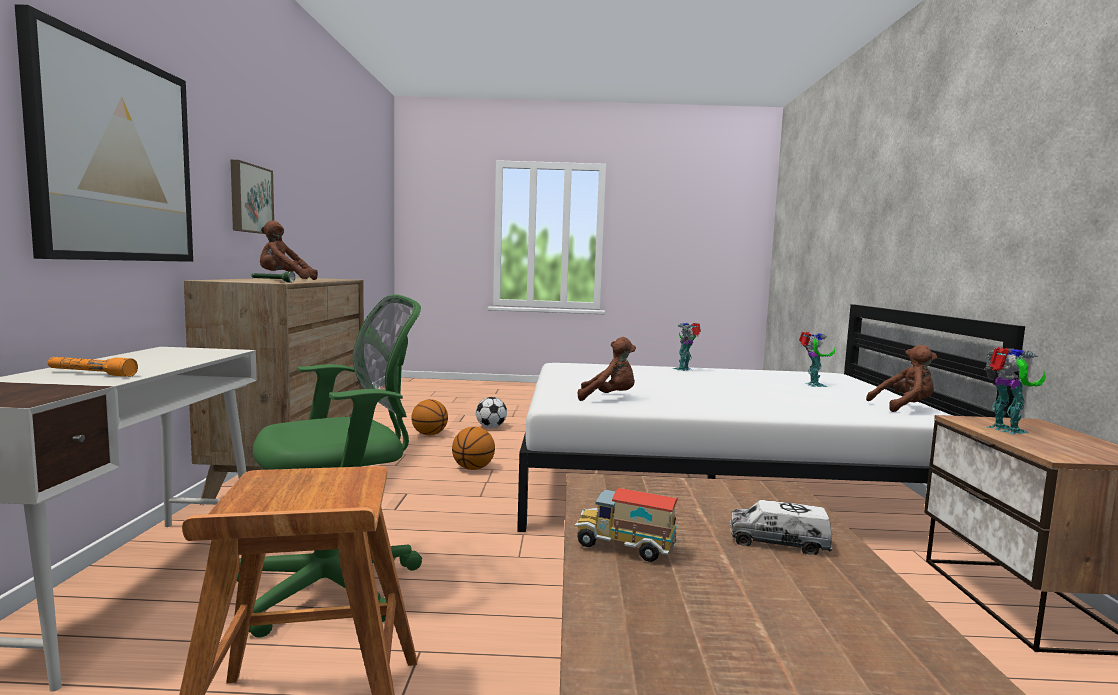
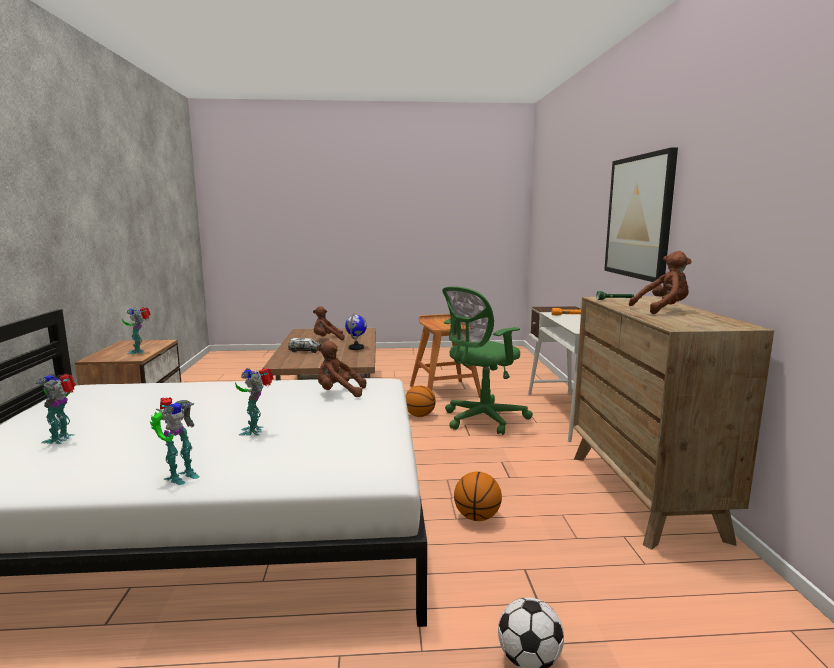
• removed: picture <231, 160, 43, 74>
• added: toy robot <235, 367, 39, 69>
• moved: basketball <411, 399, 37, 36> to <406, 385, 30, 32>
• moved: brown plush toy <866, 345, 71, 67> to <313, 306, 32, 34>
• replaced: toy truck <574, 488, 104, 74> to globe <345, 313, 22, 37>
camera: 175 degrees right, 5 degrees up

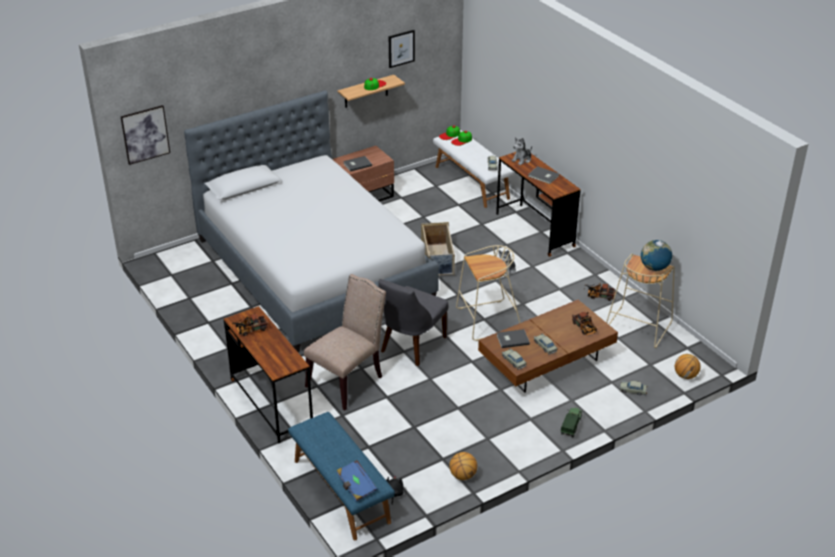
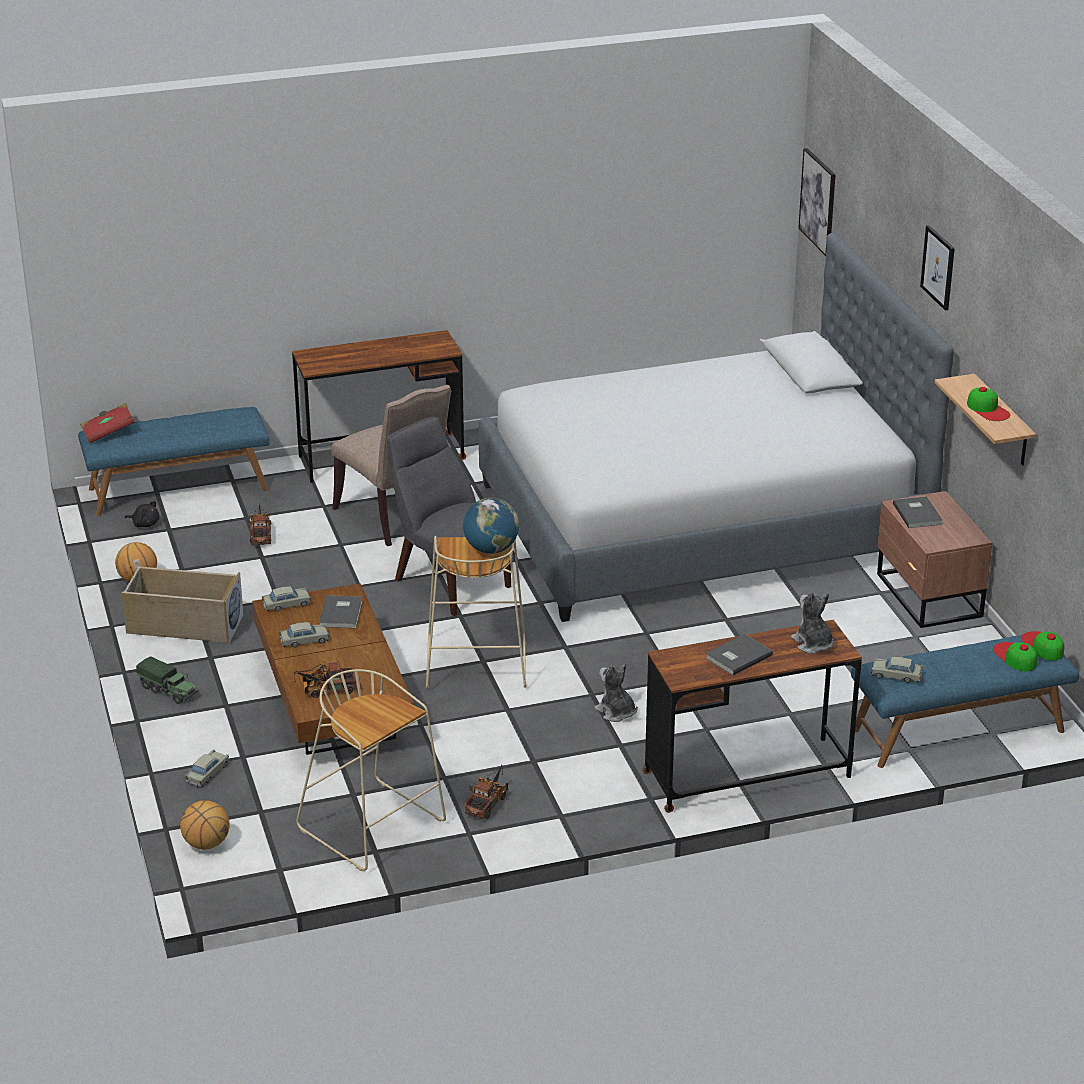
• moved: toy truck <232, 314, 36, 22> to <248, 504, 24, 42>
• moved: picture <389, 30, 26, 38> to <920, 225, 35, 86>
• moved: beige storage box <421, 222, 34, 54> to <122, 566, 121, 79>
• moved: globe <641, 240, 31, 31> to <463, 498, 56, 56>
• recoloured: blue book <336, 460, 41, 42> to red book <80, 403, 55, 40>
• recoloured: white bench <433, 130, 81, 78> to blue bench <851, 635, 228, 133>
camera: 105 degrees right, 5 degrees down

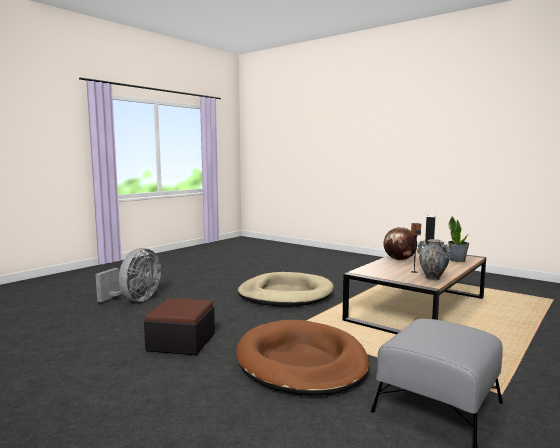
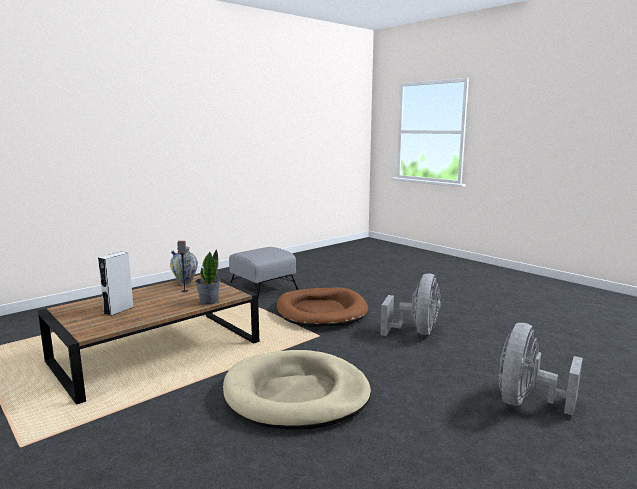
• removed: globe <383, 227, 34, 33>
• moved: potted plant <448, 216, 22, 46> to <195, 249, 26, 56>
• replaced: ottoman <144, 298, 71, 57> to grey fan <381, 273, 60, 63>
camera: 170 degrees left, 5 degrees up

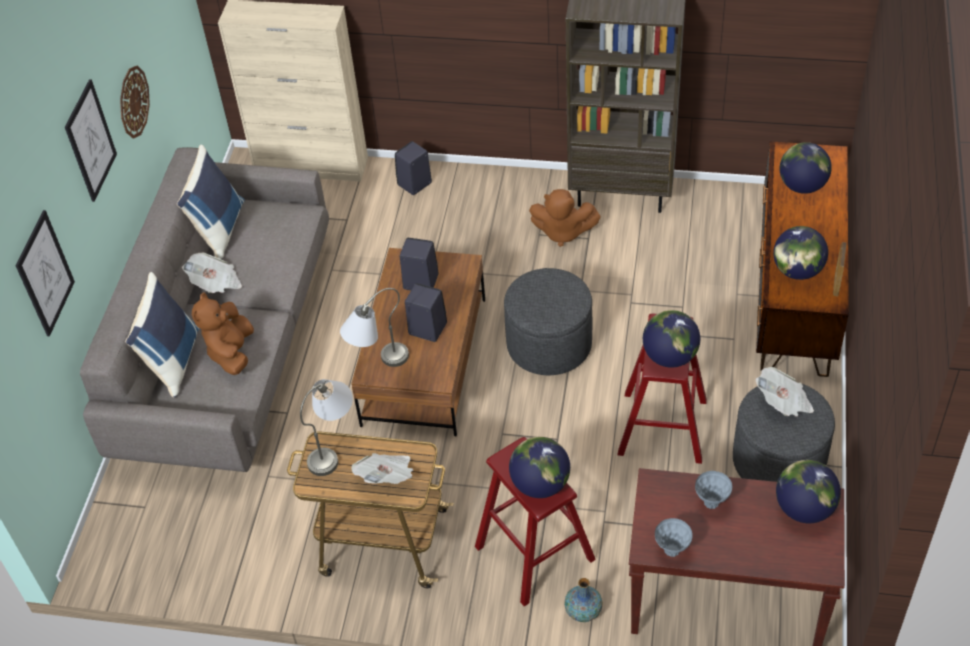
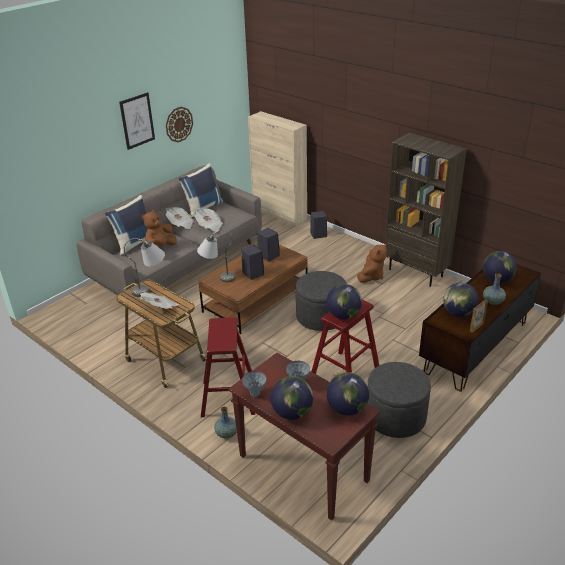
• removed: picture <15, 210, 60, 126>
• added: vase <483, 273, 23, 32>
• moved: globe <509, 437, 61, 61> to <270, 376, 43, 44>
• moved: newspaper <755, 367, 59, 49> to <194, 208, 29, 24>
• turned: brown plush toy <529, 189, 72, 58> = <357, 243, 30, 40> 105 degrees counterclockwise
camera: 30 degrees right, 15 degrees down

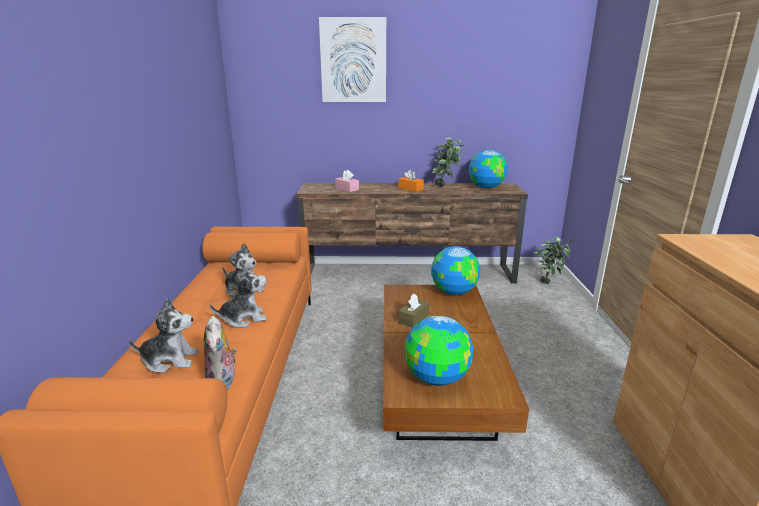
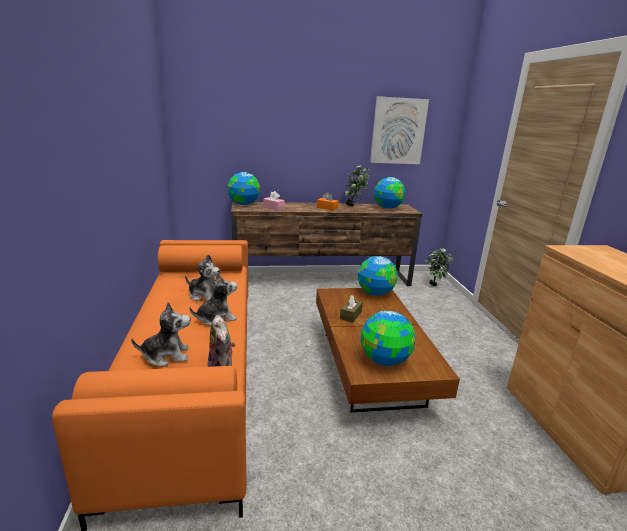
• added: globe <227, 172, 33, 33>
• moved: picture <319, 17, 67, 85> to <370, 96, 59, 68>
camera: 10 degrees left, 0 degrees up

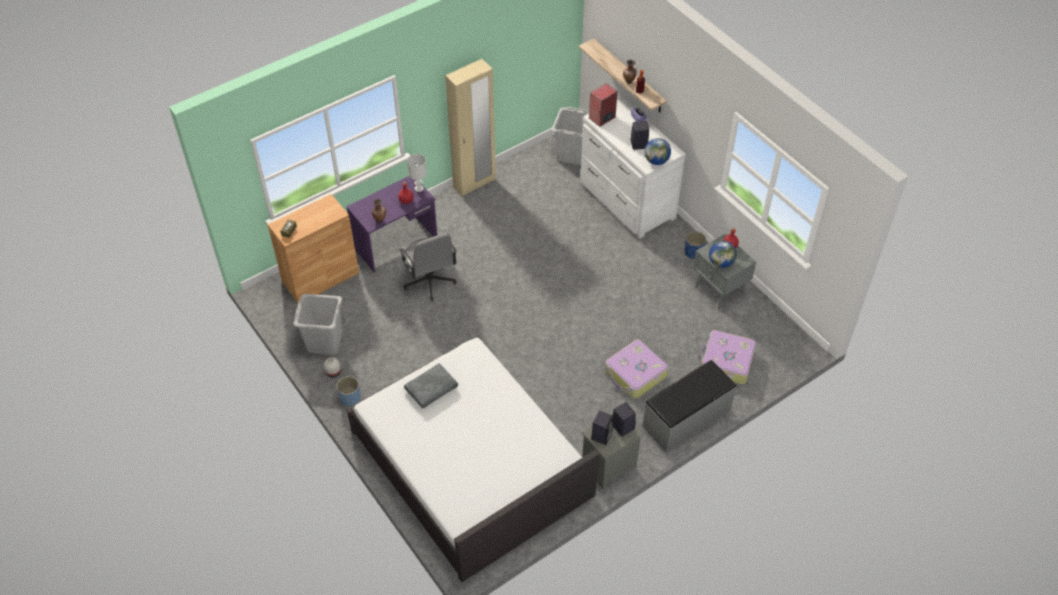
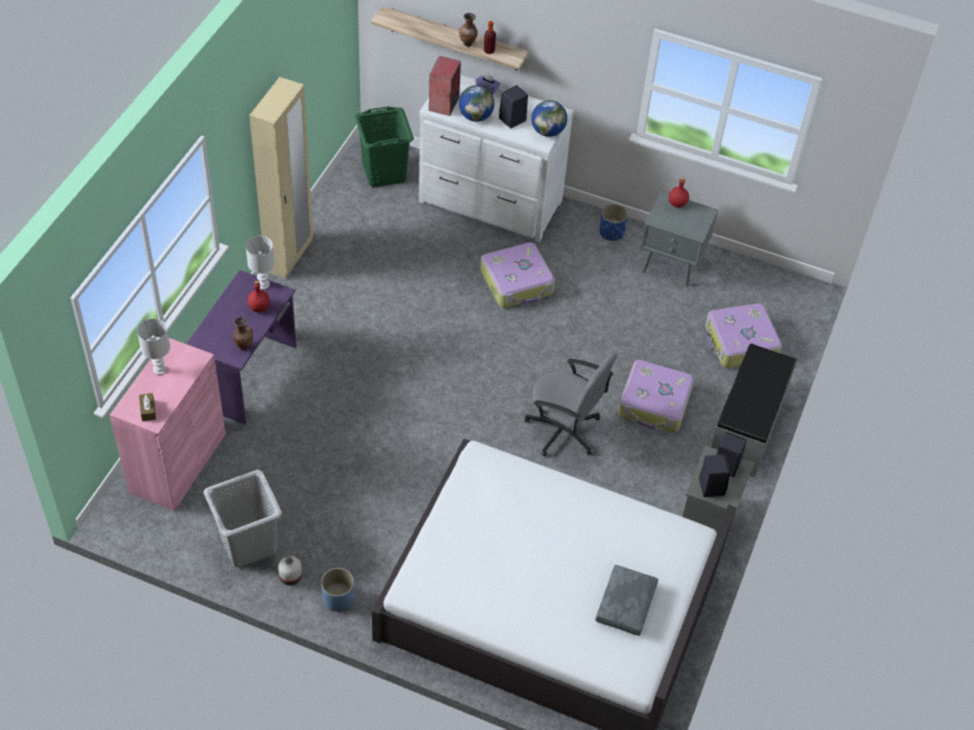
• added: white table lamp <137, 318, 33, 57>
• added: suitcase <480, 242, 75, 66>
• moved: grey office chair <399, 233, 58, 68> to <524, 352, 93, 104>
• moved: grey pillow <404, 363, 54, 46> to <595, 565, 63, 71>
• moved: globe <709, 240, 28, 28> to <459, 85, 35, 37>
• recoloured: brown cabinet <267, 194, 92, 109> to pink cabinet <110, 338, 116, 173>
• recoloured: grey laundry basket <552, 107, 37, 58> to green laundry basket <355, 106, 59, 81>
camera: 35 degrees left, 0 degrees up

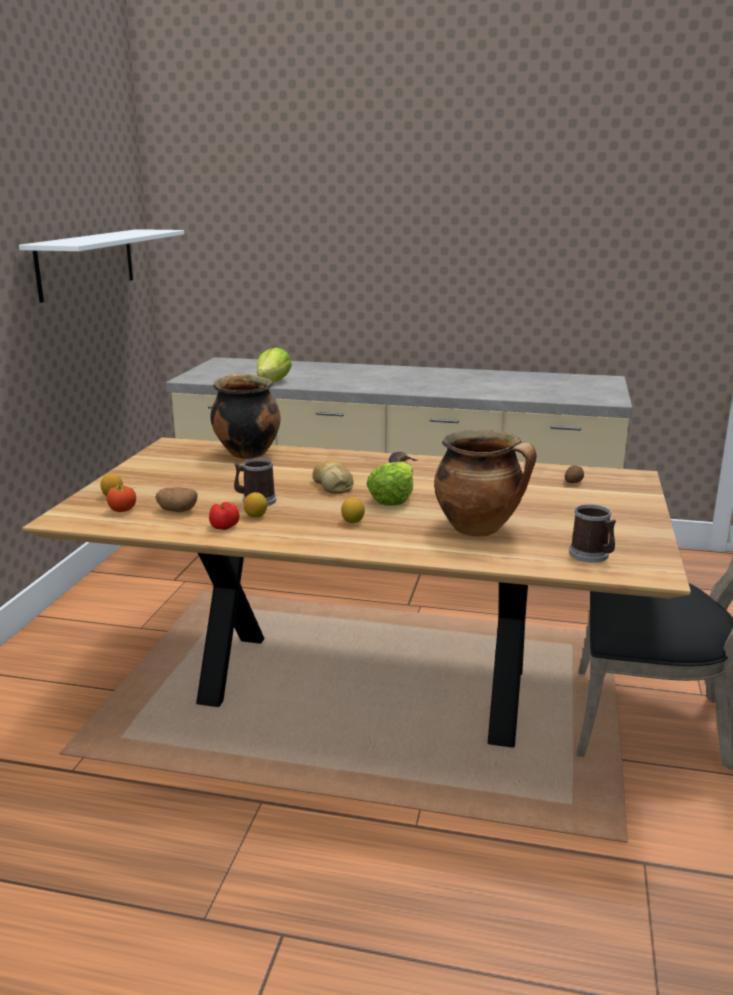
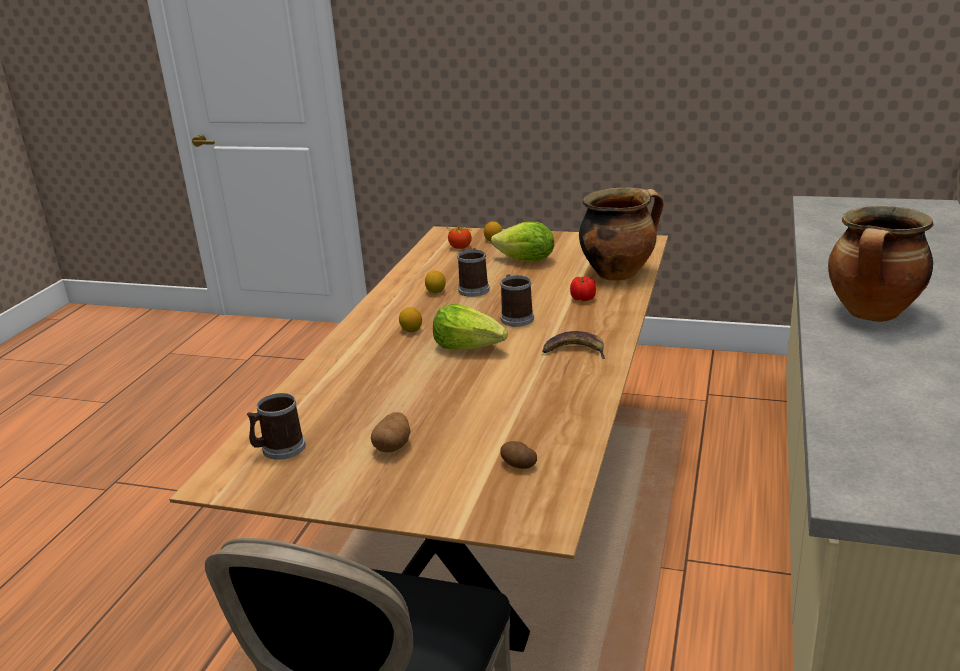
• removed: white shelf <19, 229, 165, 74>
• moved: potato <155, 487, 43, 25> to <371, 412, 40, 40>
• moved: tomato <209, 502, 31, 28> to <570, 276, 26, 25>
• moved: lettuce <257, 347, 35, 35> to <491, 222, 63, 39>
• moved: cooking pot <434, 430, 103, 106> to <828, 206, 105, 116>
• replaced: bread <313, 460, 41, 34> to mug <500, 274, 34, 53>
camera: 95 degrees right, 5 degrees up

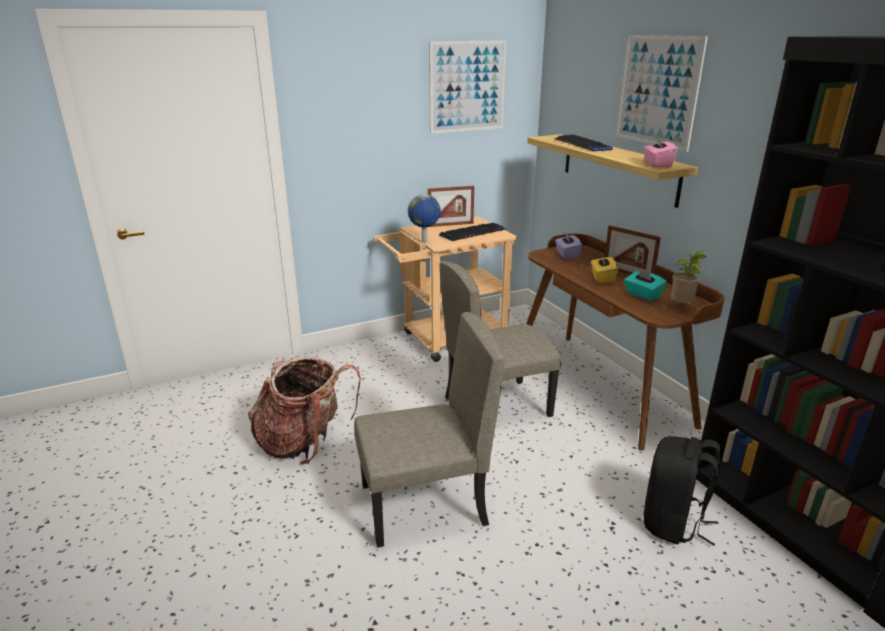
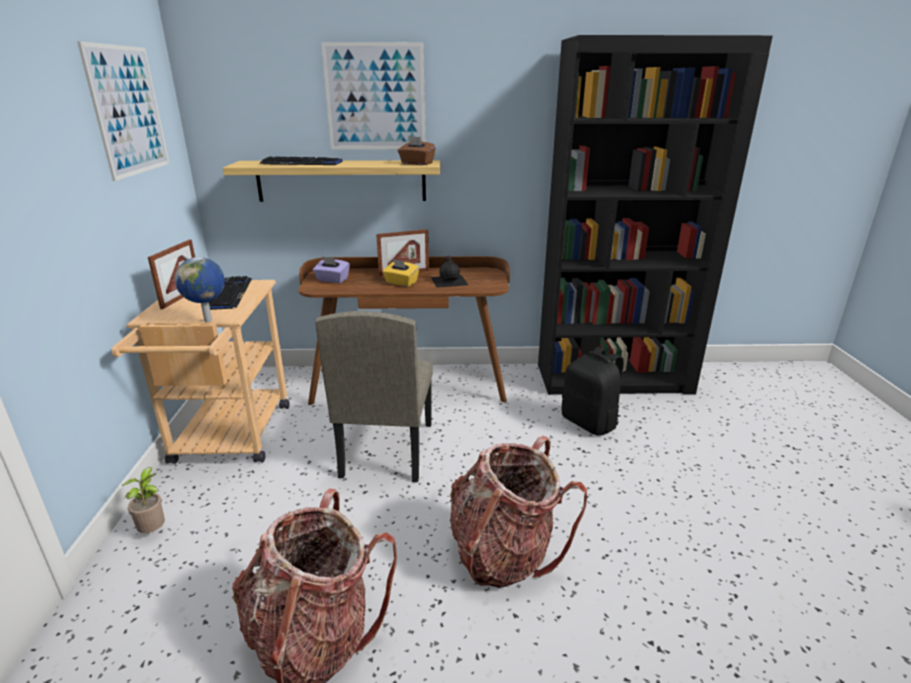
• moved: potted plant <671, 251, 36, 54> to <121, 467, 44, 66>
• replaced: beige chair <354, 312, 150, 236> to backpack <450, 436, 137, 152>
• replaced: turquoise tissue box <624, 268, 43, 33> to black bottle <431, 256, 37, 32>
• recoloured: pink tissue box <644, 135, 33, 32> to brown tissue box <398, 136, 38, 29>
camera: 65 degrees left, 0 degrees up

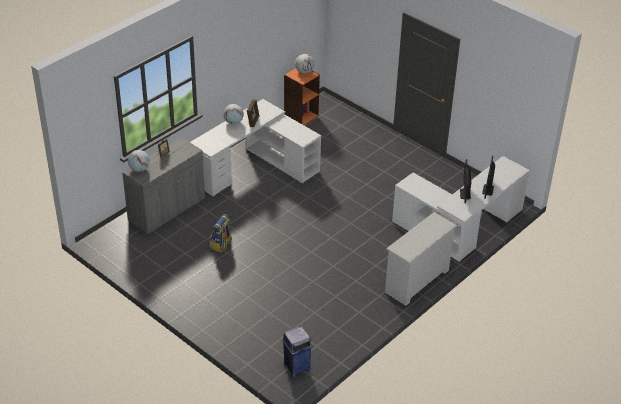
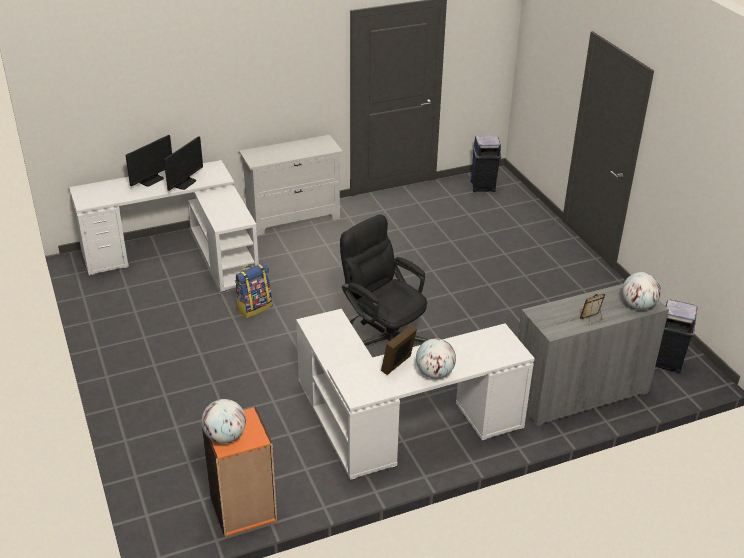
• added: black office chair <340, 214, 88, 131>
• added: blue trash can <655, 300, 42, 73>
• moved: backpack <211, 214, 21, 38> to <235, 263, 37, 55>
camera: 155 degrees left, 5 degrees down

